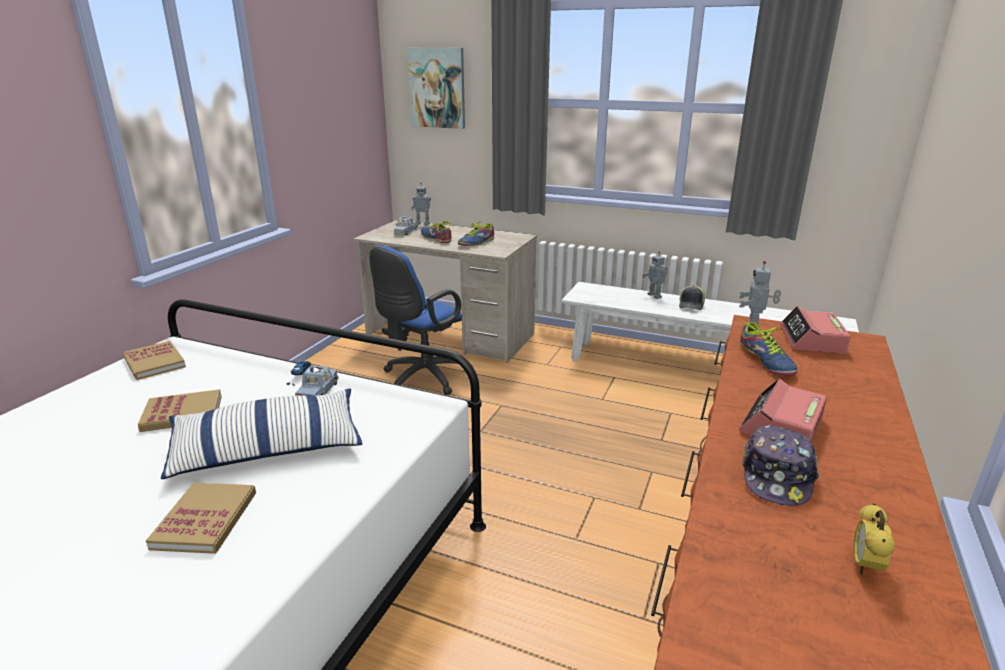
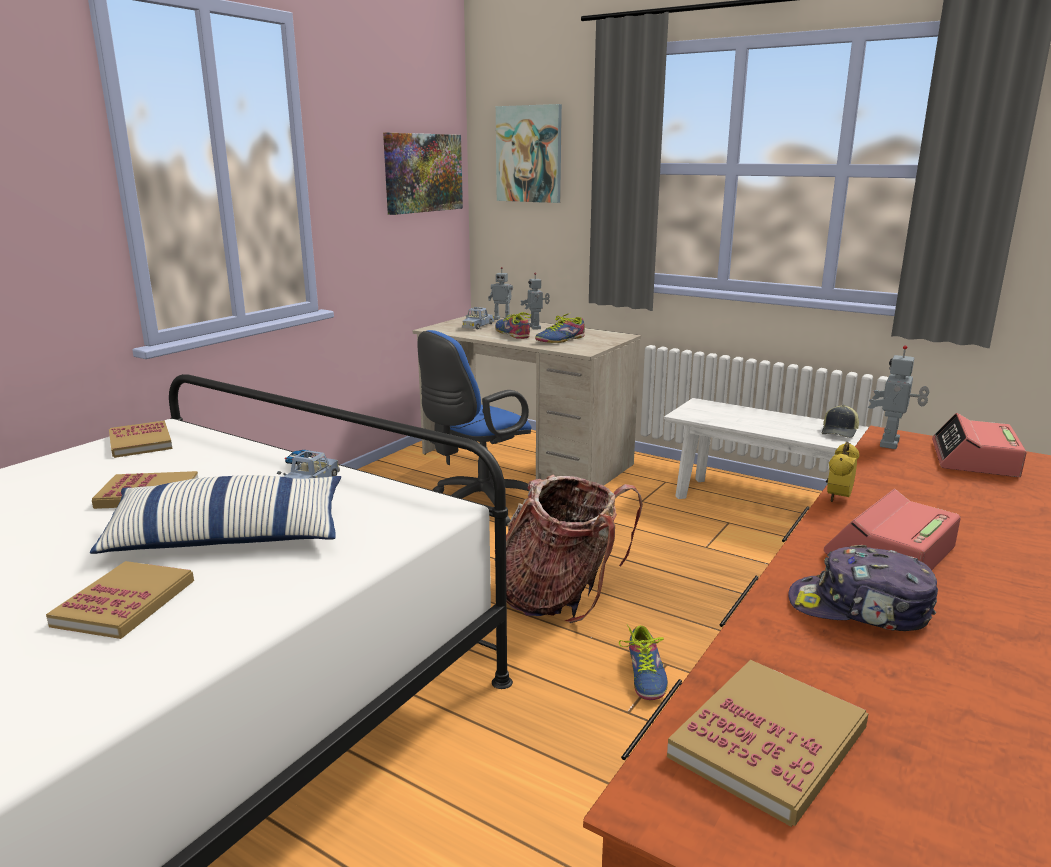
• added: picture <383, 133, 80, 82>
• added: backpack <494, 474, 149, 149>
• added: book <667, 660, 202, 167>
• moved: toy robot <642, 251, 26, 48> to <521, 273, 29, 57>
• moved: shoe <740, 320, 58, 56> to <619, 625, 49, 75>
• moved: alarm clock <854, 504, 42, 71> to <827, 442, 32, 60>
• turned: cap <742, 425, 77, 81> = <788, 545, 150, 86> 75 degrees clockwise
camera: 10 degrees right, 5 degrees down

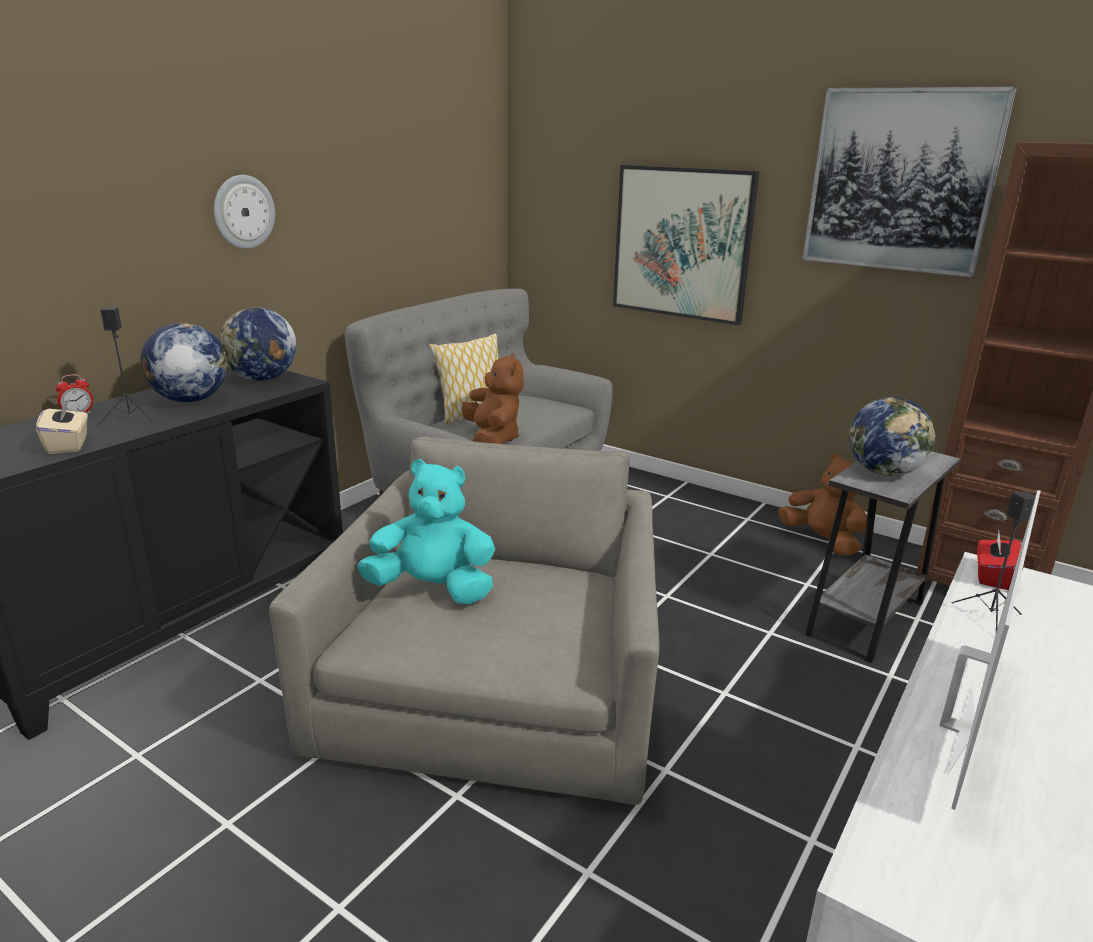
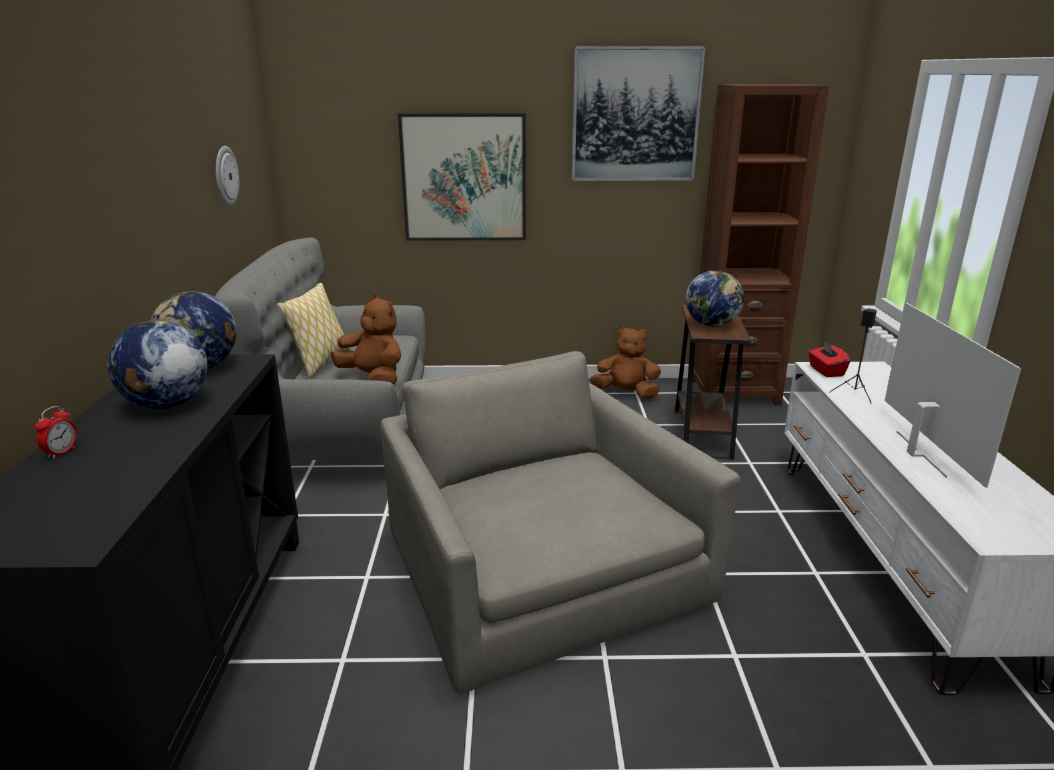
• removed: beige tissue box <36, 399, 52, 55>
• removed: black speaker <97, 307, 58, 119>
• removed: turquoise plush toy <357, 459, 138, 145>
• moved: wall clock <214, 175, 61, 74> to <216, 146, 23, 60>
• recoloured: grey side table <805, 452, 155, 211> to brown side table <675, 305, 76, 155>
camera: 35 degrees left, 0 degrees up

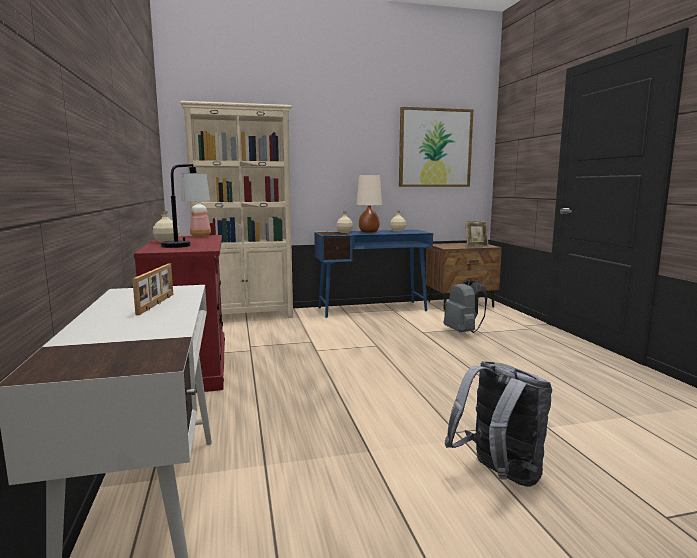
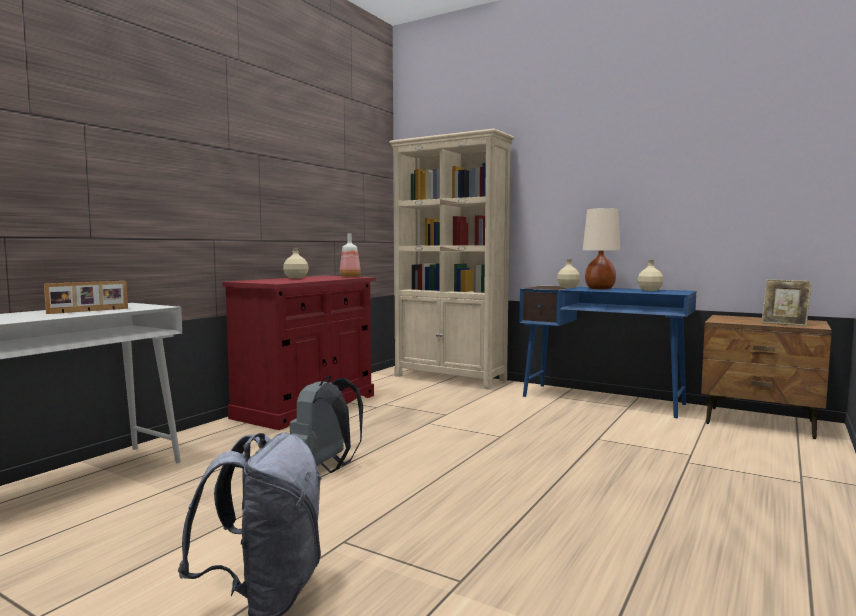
• removed: table lamp <161, 164, 49, 84>
• removed: picture <399, 107, 74, 80>
• moved: grey backpack <444, 279, 44, 54> to <290, 375, 73, 98>
camera: 45 degrees right, 5 degrees down

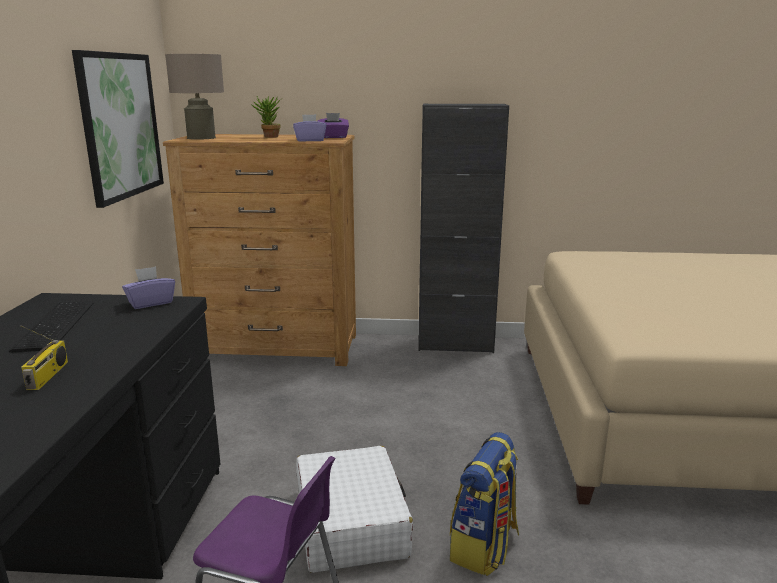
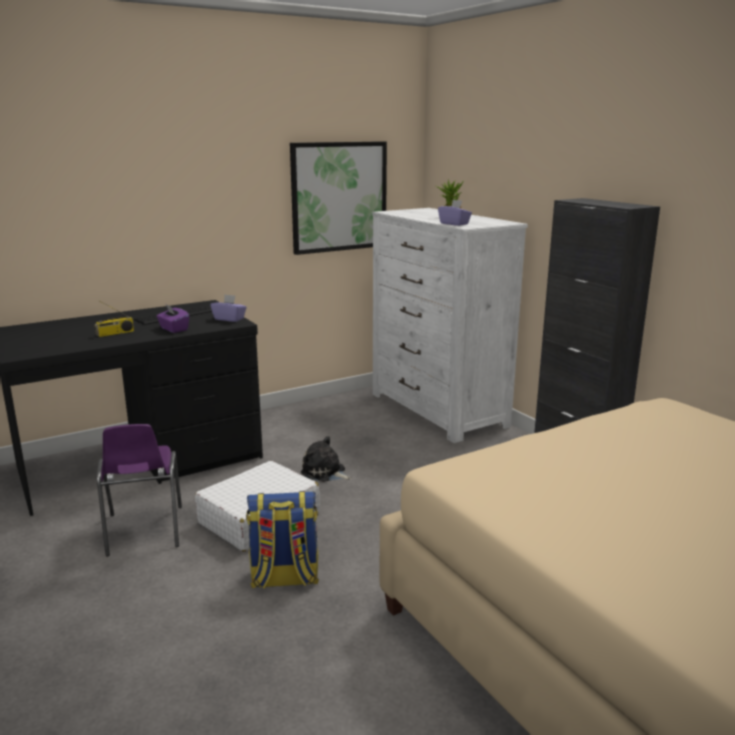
• removed: beige table lamp <165, 54, 59, 86>
• added: plush toy <301, 436, 51, 46>
• moved: purple tissue box <318, 113, 31, 25> to <156, 305, 33, 28>
• recoloured: brown dresser <163, 134, 193, 232> to white dresser <372, 208, 156, 235>
camera: 55 degrees right, 0 degrees up

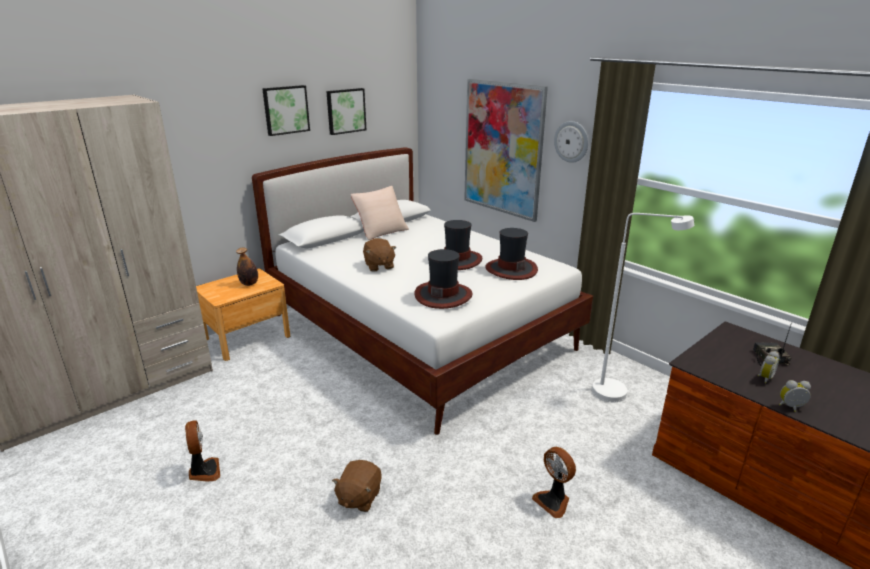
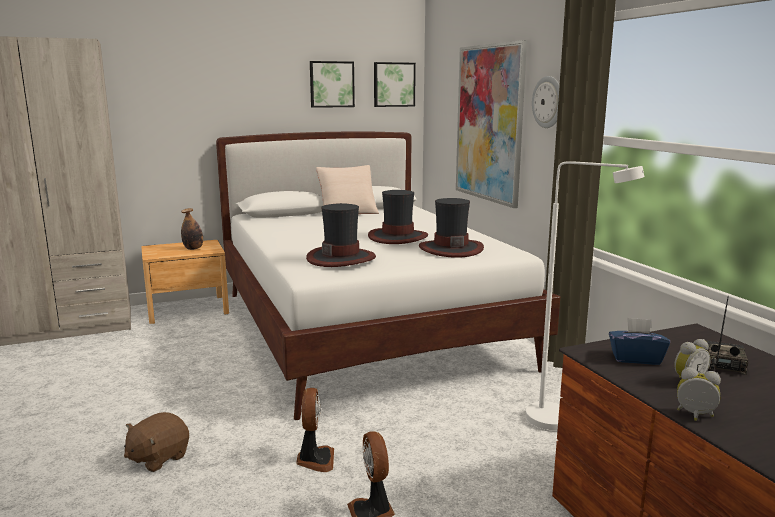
• removed: brown plush toy <363, 238, 34, 34>
• added: blue tissue box <609, 318, 61, 47>
• moved: fan <185, 420, 35, 62> to <296, 388, 38, 84>
• moved: picture <262, 85, 48, 51> to <374, 62, 42, 45>
camera: 20 degrees right, 10 degrees down

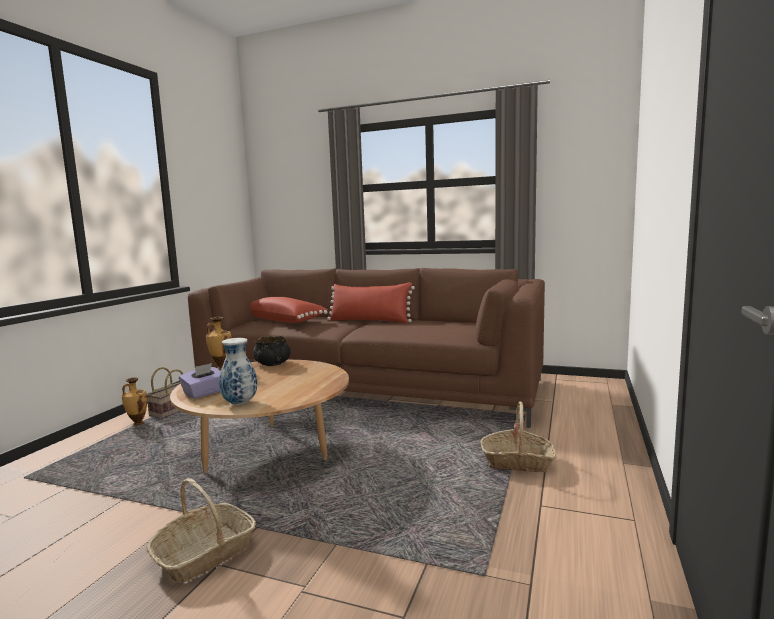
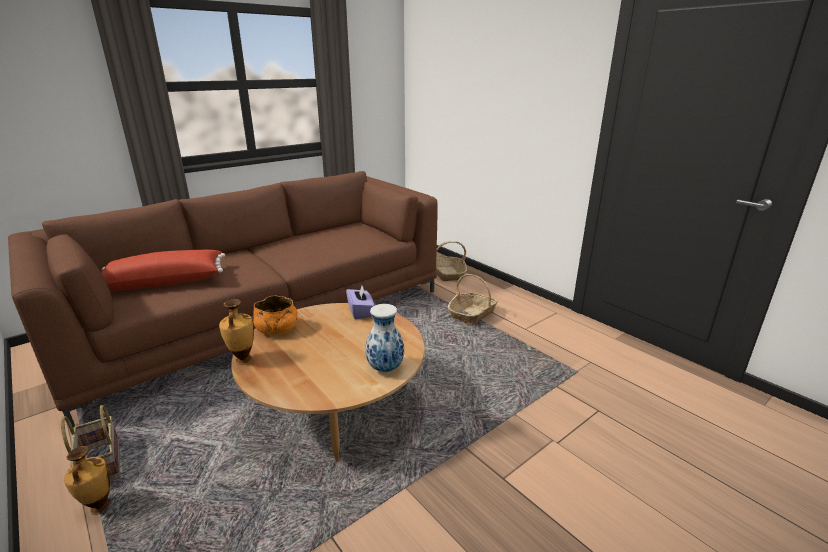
• removed: red pillow <328, 282, 87, 41>
• moved: basket <146, 478, 110, 105> to <436, 241, 31, 40>
• moved: purple tissue box <179, 363, 42, 36> to <346, 286, 28, 33>
• recoloured: black bowl <253, 336, 38, 30> to orange bowl <253, 296, 45, 38>
camera: 60 degrees left, 15 degrees up

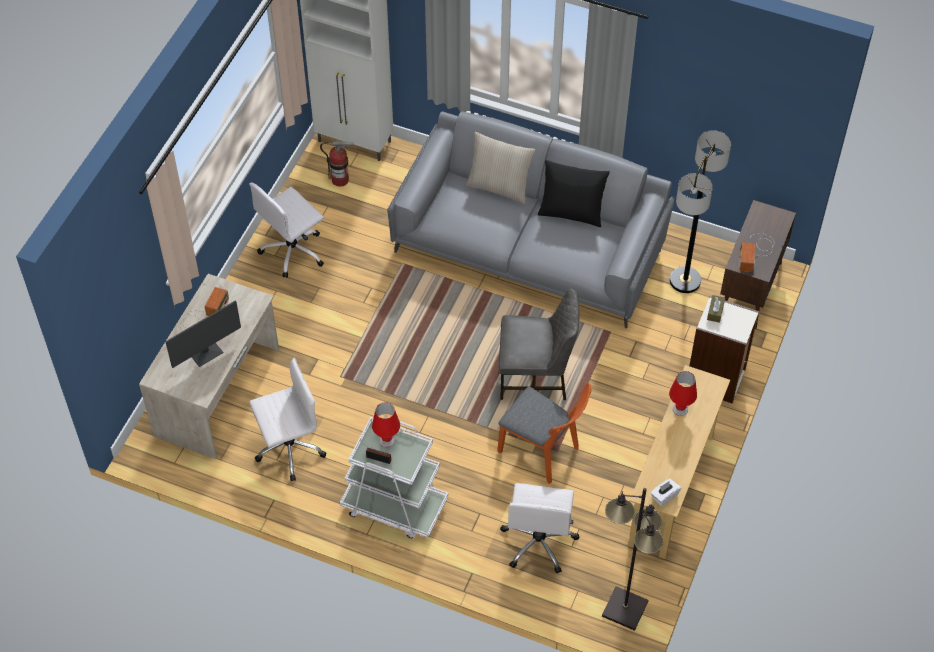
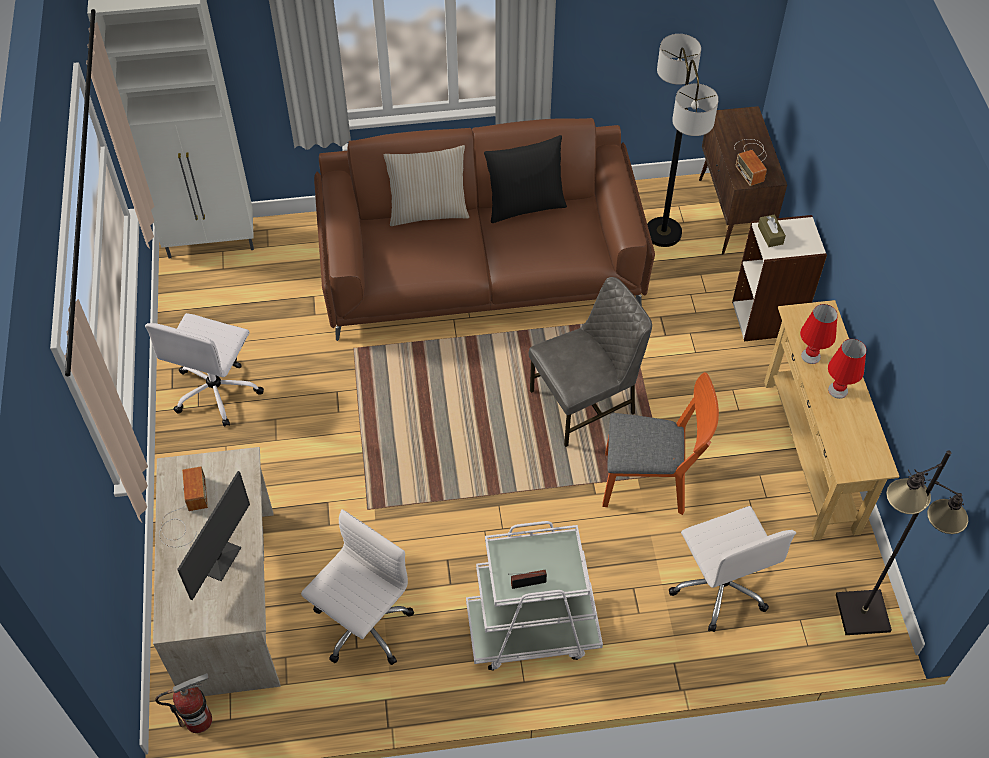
• removed: white tissue box <651, 479, 30, 27>
• moved: fire extinguisher <320, 141, 34, 46> to <155, 673, 57, 60>
• moved: red table lamp <372, 402, 28, 45> to <828, 339, 38, 60>
• recoloured: grey sofa <387, 111, 287, 218> to brown sofa <314, 118, 341, 223>
camera: 30 degrees left, 0 degrees up

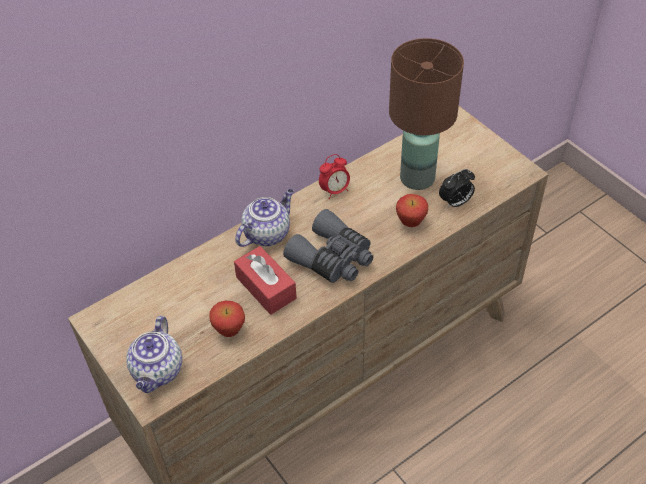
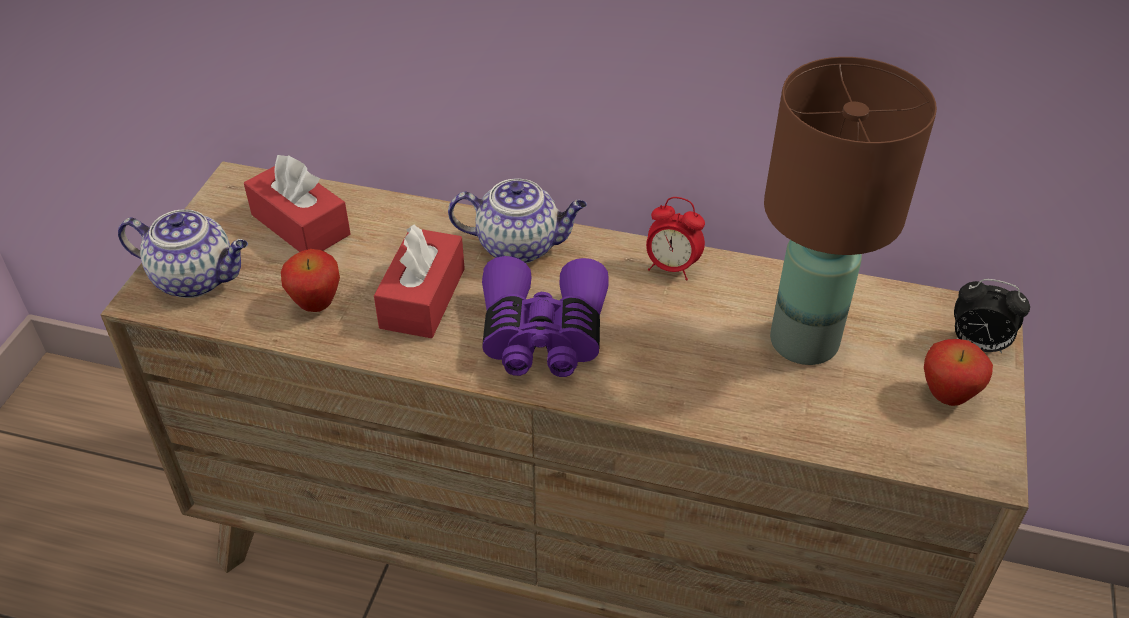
• added: red tissue box <244, 155, 107, 97>
• moved: apple <396, 194, 32, 33> to <924, 339, 69, 67>
• moved: alarm clock <439, 169, 36, 39> to <954, 279, 76, 74>
• recoloured: grey binoculars <283, 209, 90, 74> to purple binoculars <482, 256, 127, 121>
• turned: teapot <126, 316, 56, 77> = <118, 209, 130, 89> 135 degrees counterclockwise
camera: 50 degrees right, 5 degrees down

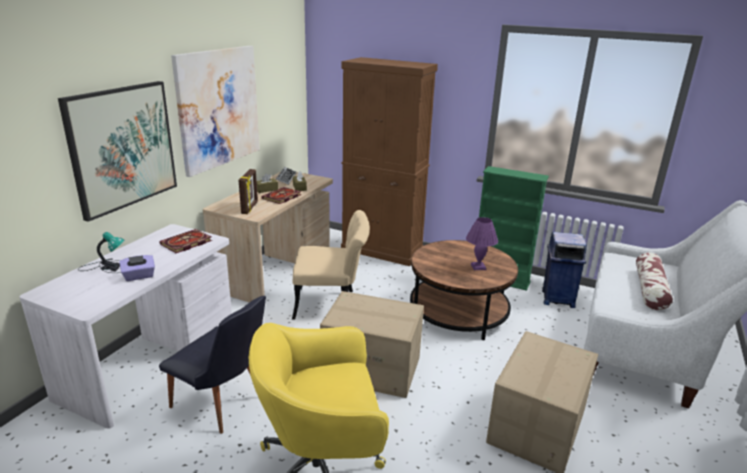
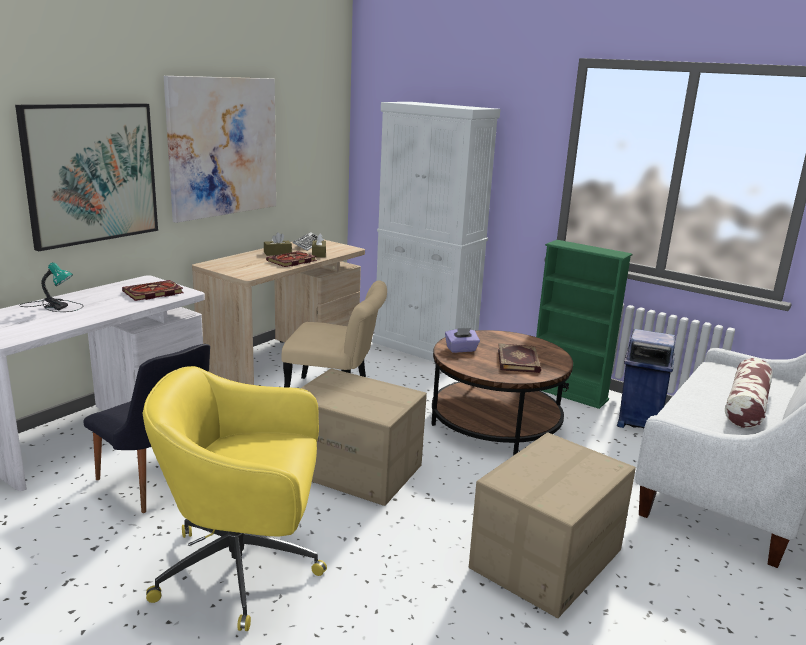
• removed: picture frame <239, 169, 19, 45>
• moved: purple tissue box <119, 255, 36, 26> to <445, 328, 35, 25>
• replaced: purple table lamp <466, 217, 32, 53> to book <498, 343, 43, 30>
• recoloured: brown cabinet <341, 57, 97, 209> to white cabinet <373, 102, 127, 260>
camera: 10 degrees right, 5 degrees down

